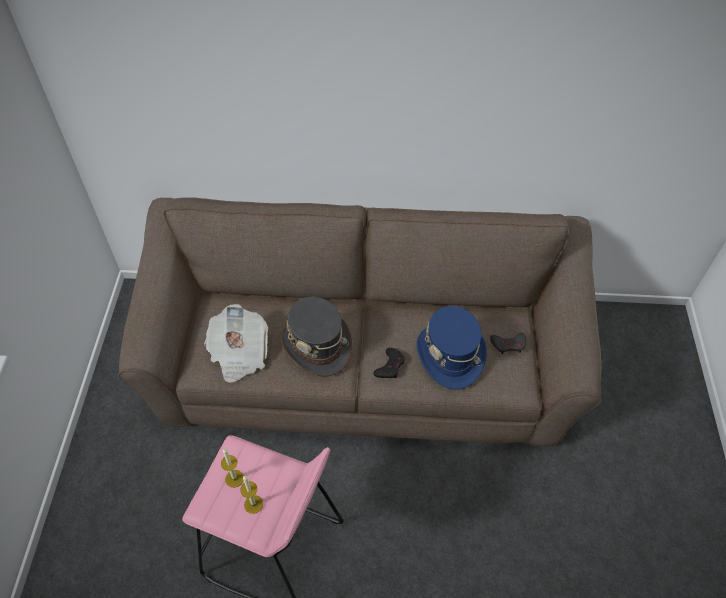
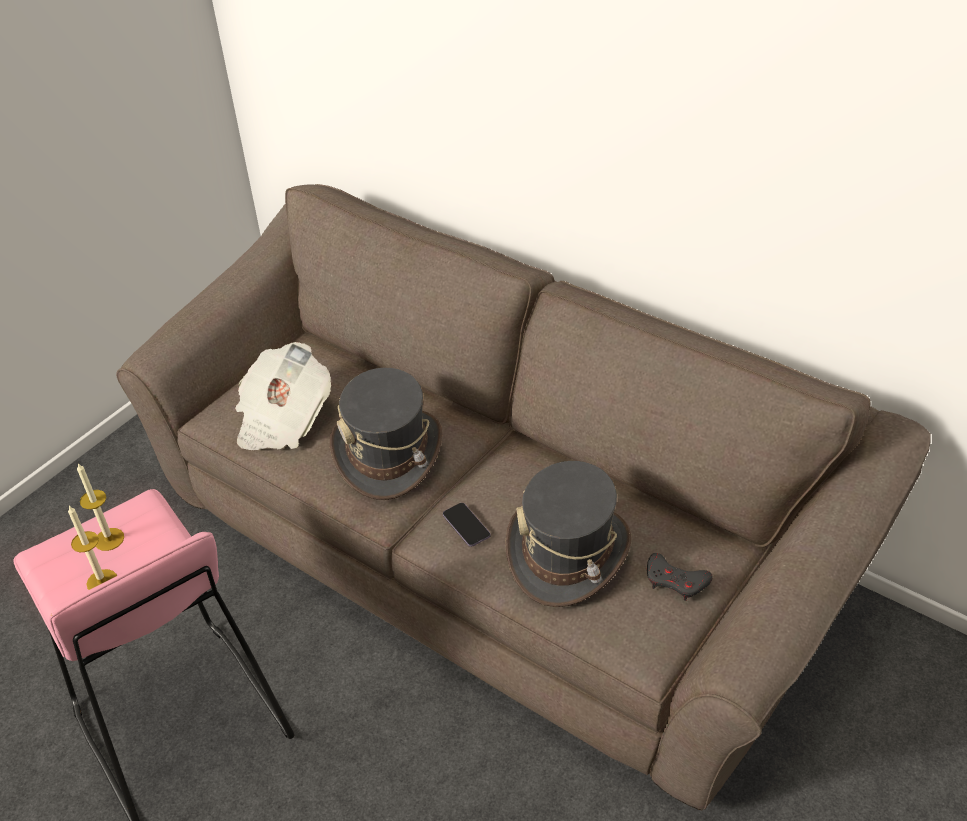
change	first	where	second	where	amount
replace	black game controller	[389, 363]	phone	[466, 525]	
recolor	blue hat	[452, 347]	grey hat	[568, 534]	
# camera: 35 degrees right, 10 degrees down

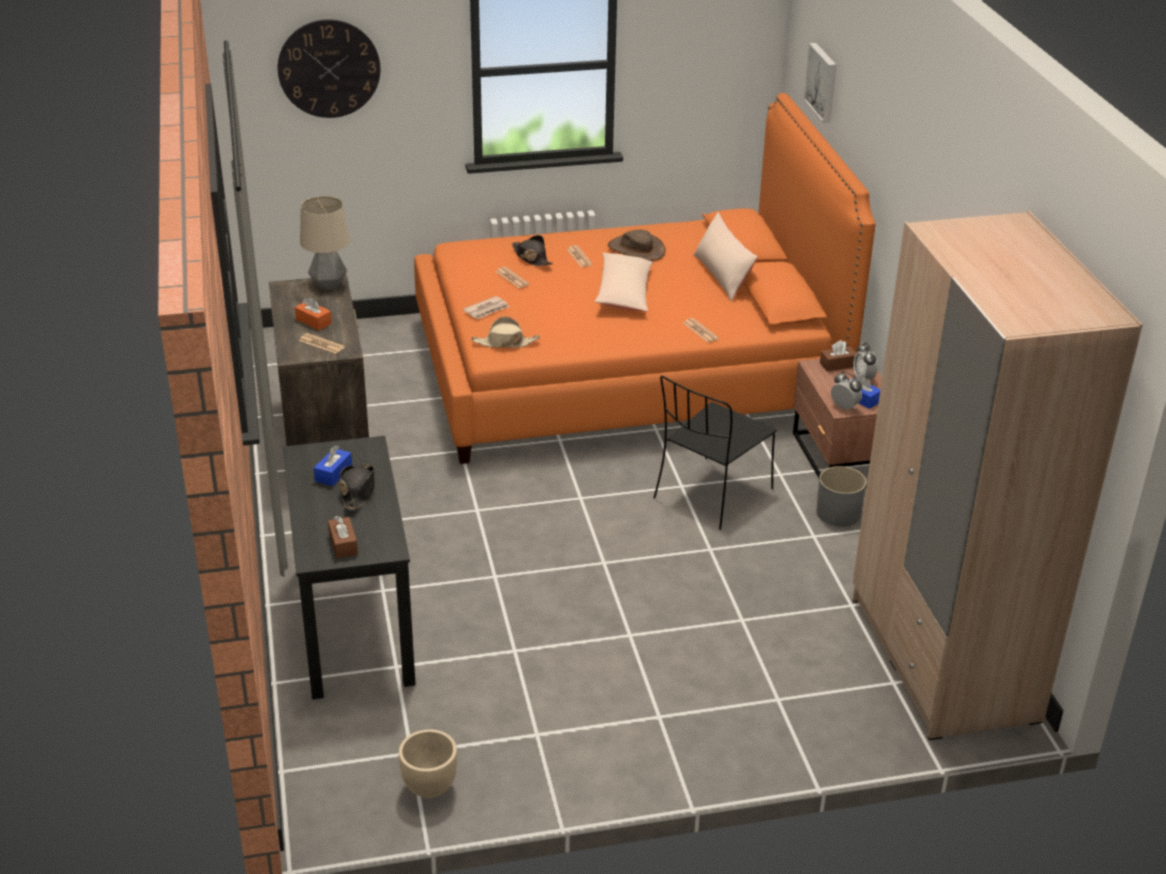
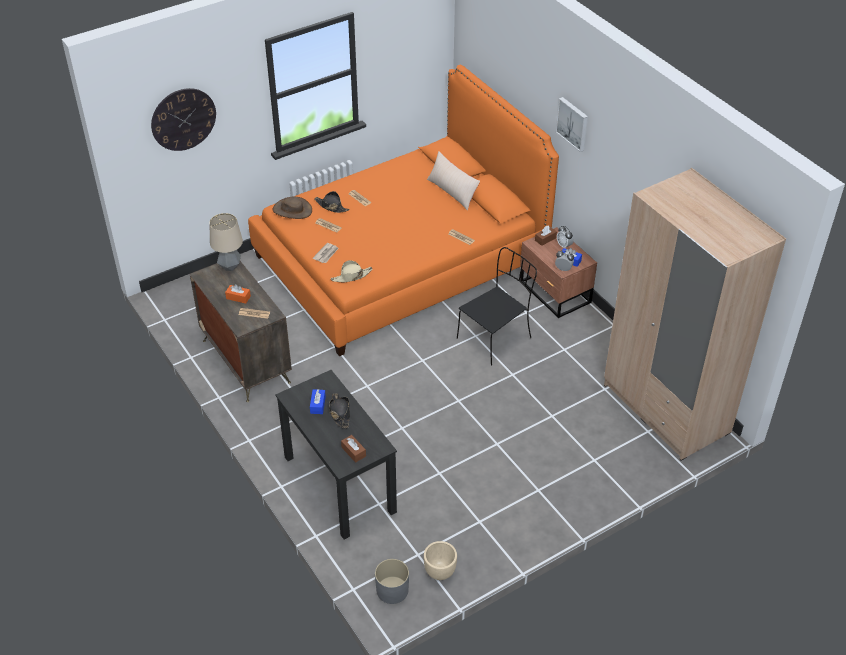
change	first	where	second	where	amount
delete	beige pillow	[624, 282]			
move	brown hat	[637, 245]		[292, 208]	
rotate	black chair	[715, 453]		[497, 306]	150 degrees counterclockwise
move	picture	[820, 83]		[572, 124]	
move	grey planter	[841, 496]		[392, 581]	
# camera: 20 degrees left, 10 degrees up

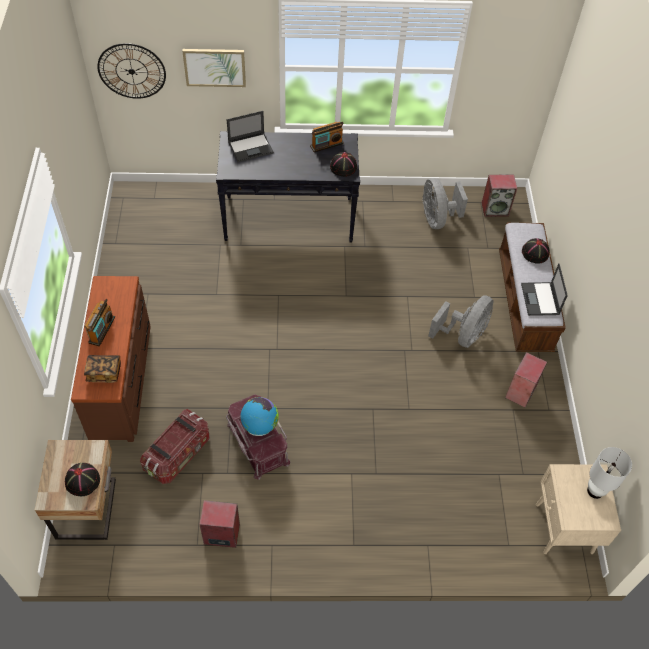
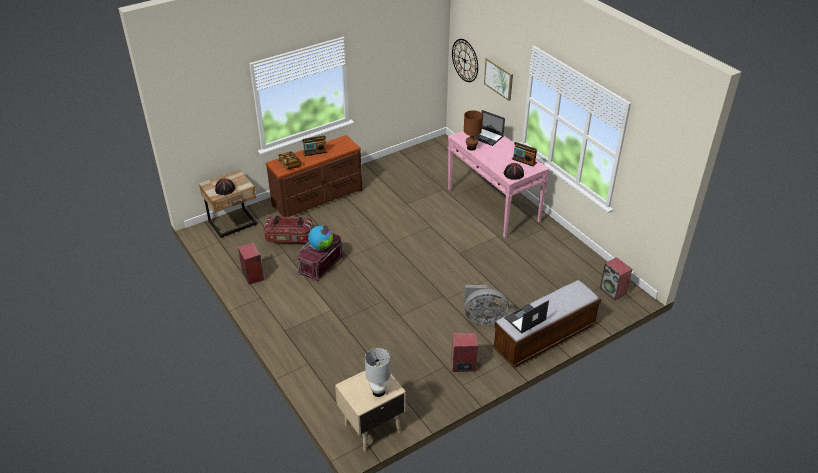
change	first	where	second	where	amount
recolor	black console table	[288, 187]	pink console table	[499, 184]	
delete	grey fan	[445, 203]			
delete	black hat	[536, 251]			
insert			brown table lamp	[473, 130]	
# camera: 60 degrees right, 15 degrees down

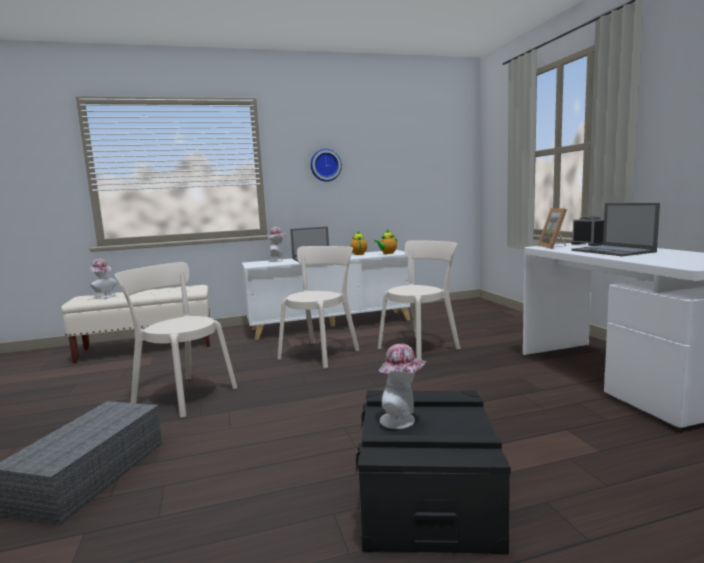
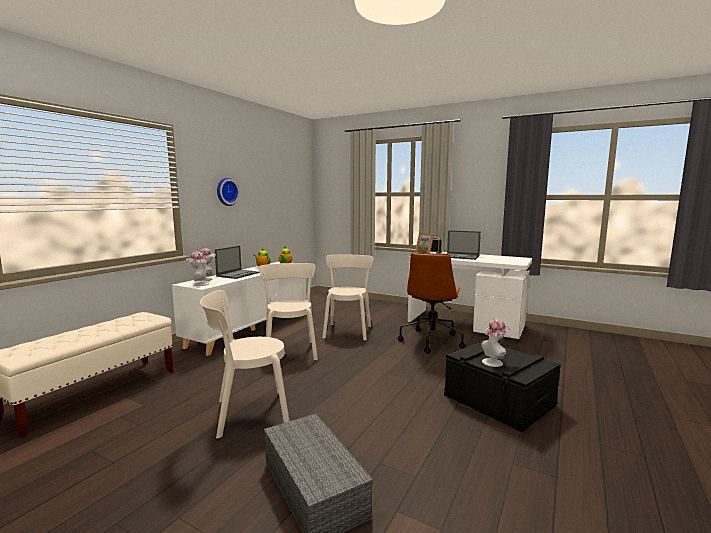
change	first	where	second	where	amount
move	hat	[103, 279]		[197, 269]	
insert			brown office chair	[432, 303]	
# camera: 45 degrees left, 0 degrees up

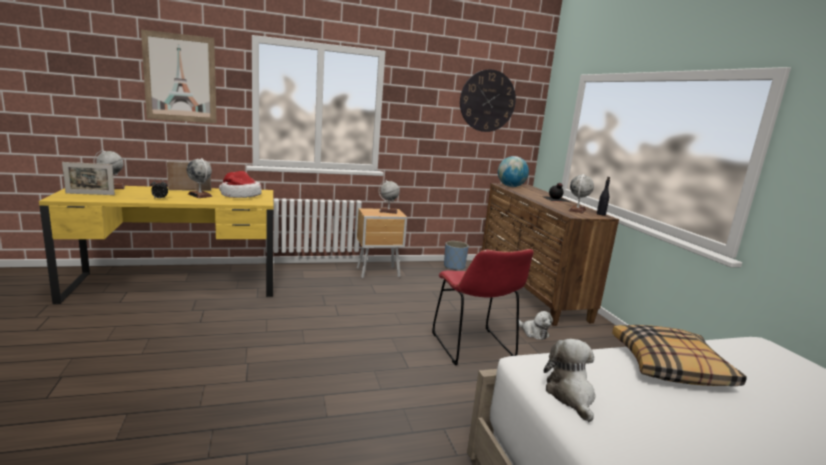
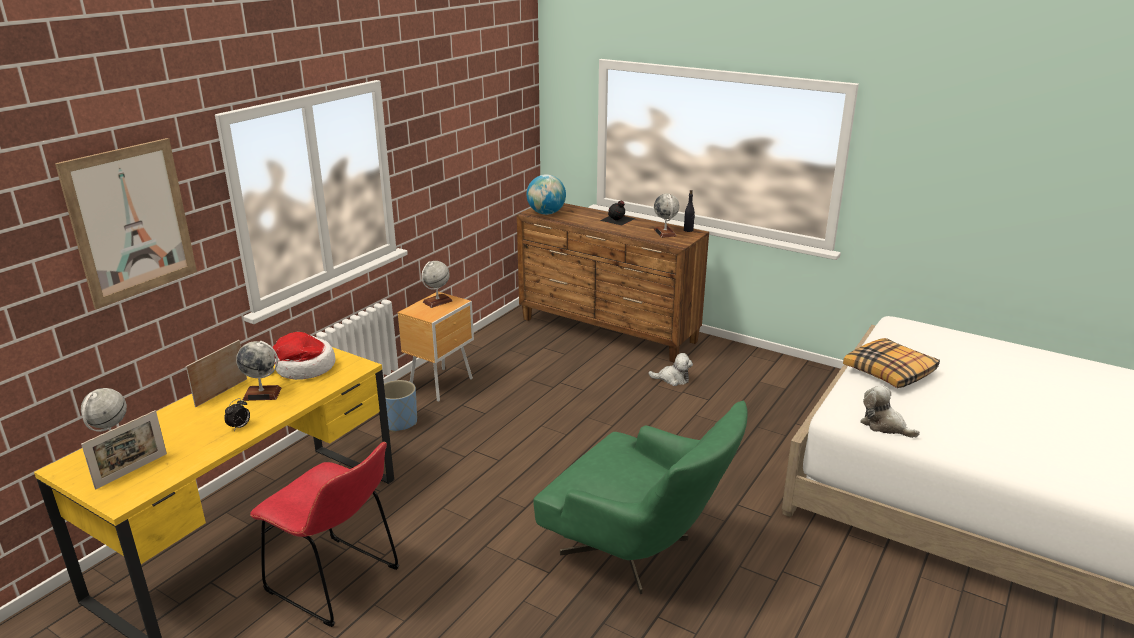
change	first	where	second	where	amount
move	red chair	[483, 307]		[324, 534]	
move	blue planter	[456, 255]		[400, 406]	
delete	wall clock	[488, 100]			
insert			green armchair	[640, 497]	
# camera: 40 degrees left, 10 degrees up

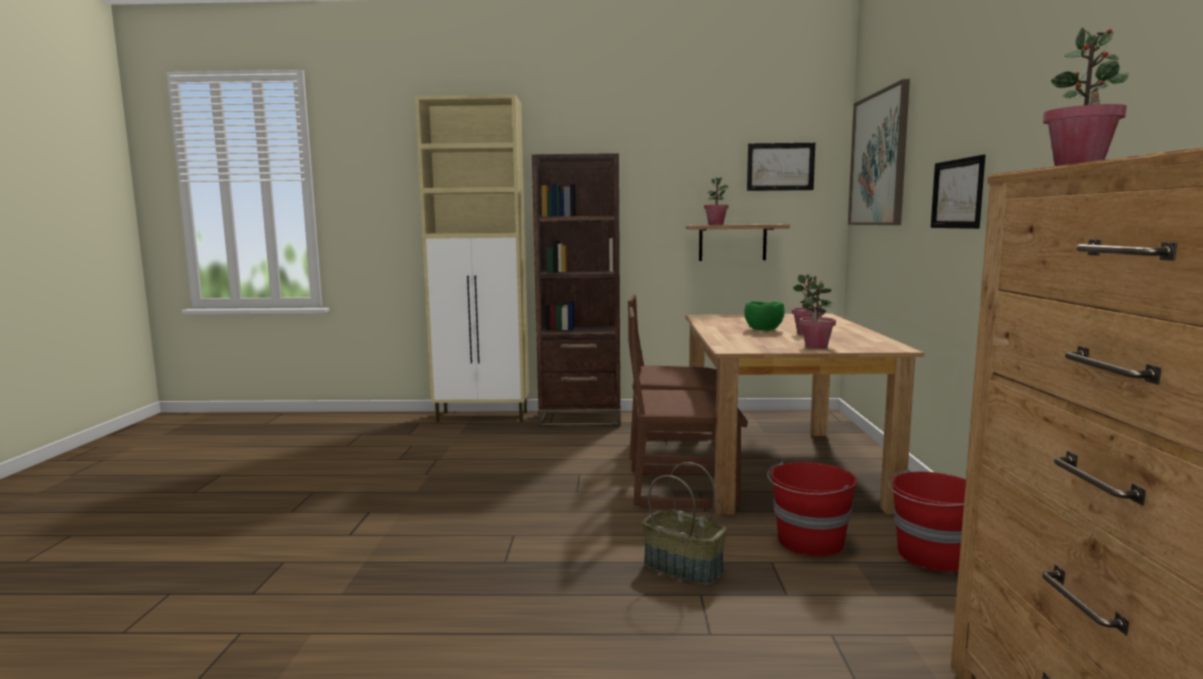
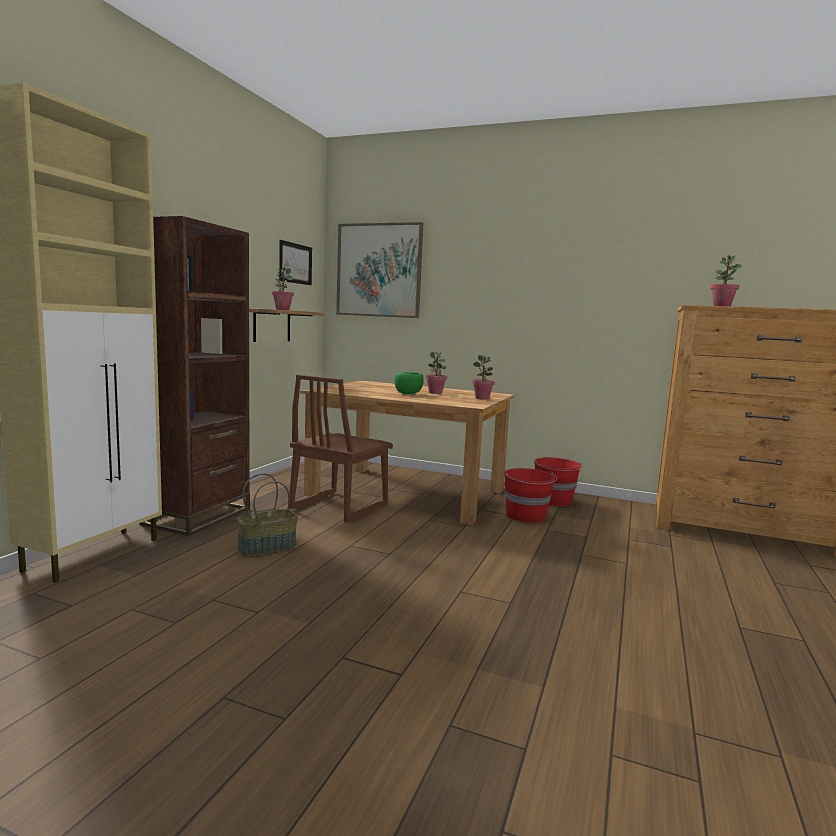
change	first	where	second	where	amount
delete	brown chair	[688, 408]			
move	basket	[684, 523]		[267, 515]	
delete	picture	[958, 192]			
# camera: 70 degrees left, 0 degrees up

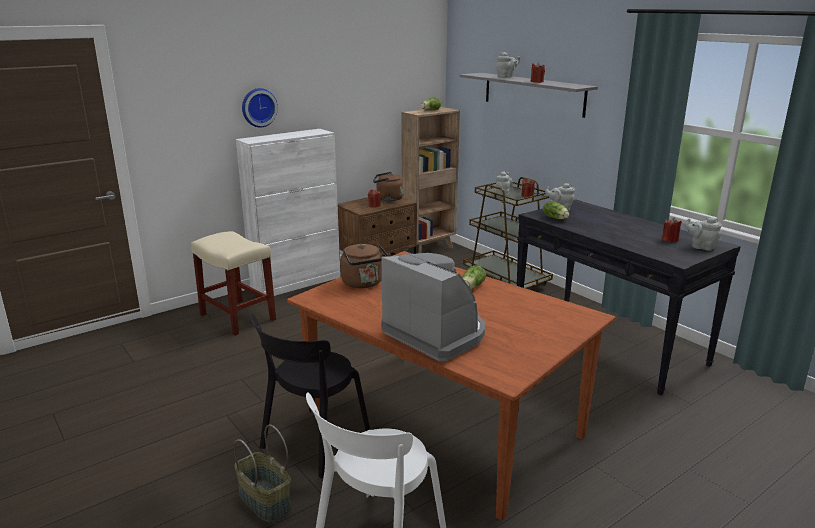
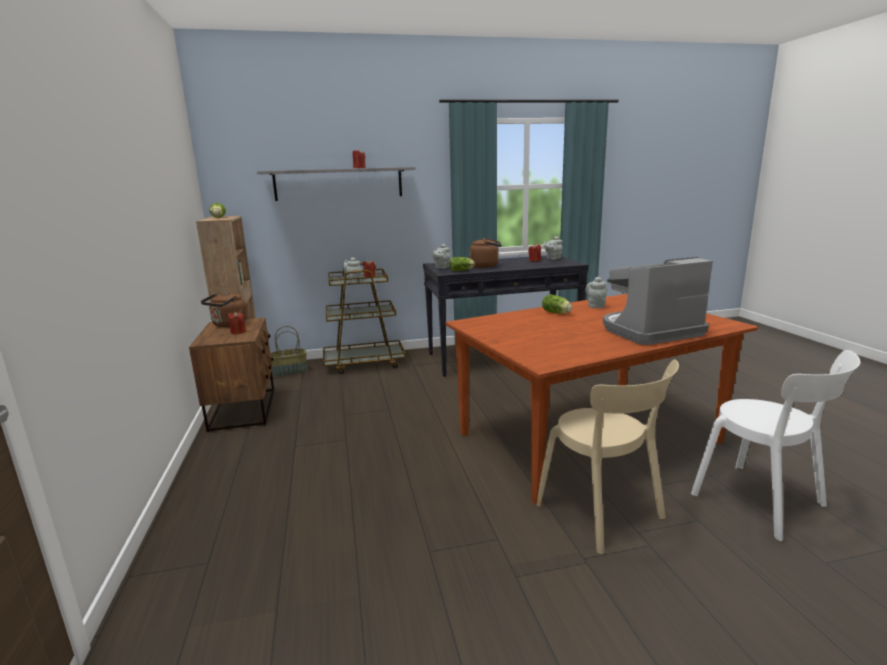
change	first	where	second	where	amount
delete	beige stool	[233, 283]			
move	basket	[263, 473]		[289, 351]	
delete	white cabinet	[288, 212]			
delete	wall clock	[260, 107]			
recolor	black chair	[310, 396]	beige chair	[607, 457]	
move	brown kettle	[365, 266]		[485, 253]	
move	grey teapot	[508, 65]		[596, 292]	
# camera: 65 degrees left, 5 degrees down

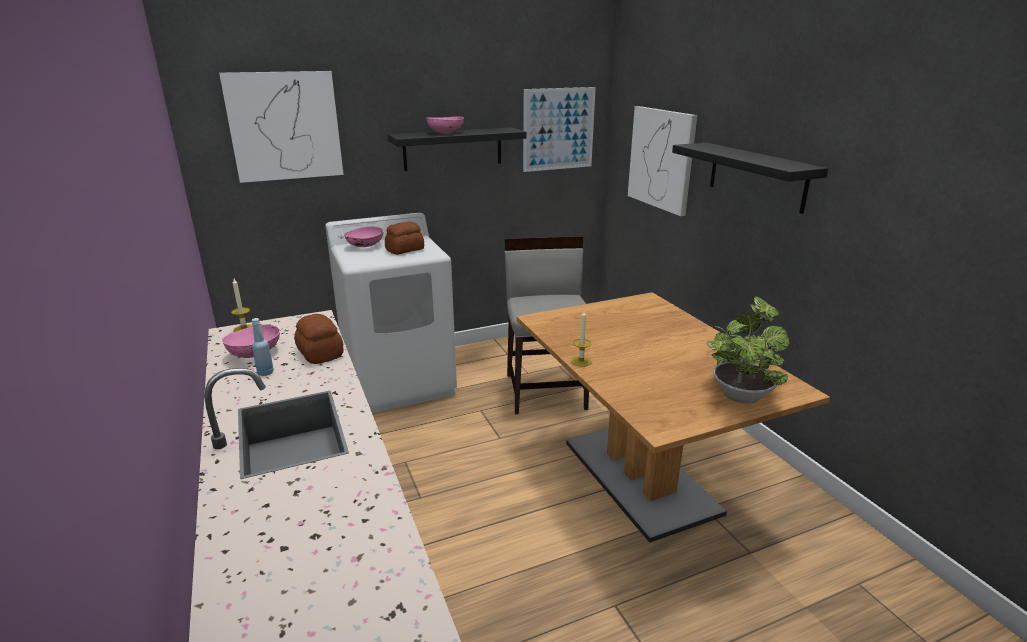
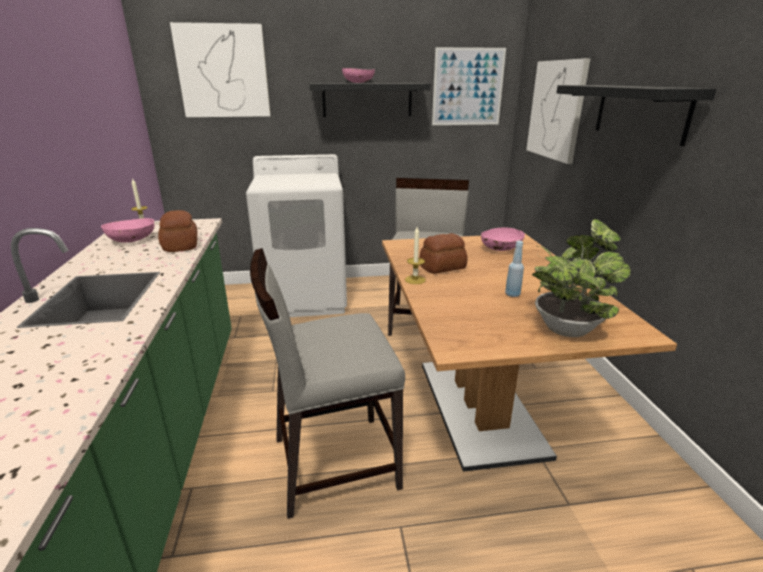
change	first	where	second	where	amount
move	blue bottle	[263, 347]		[514, 269]	
move	pink bowl	[364, 236]		[503, 239]	
move	bread	[404, 238]		[443, 253]	
insert			grey chair	[327, 383]	
# camera: 15 degrees right, 0 degrees up

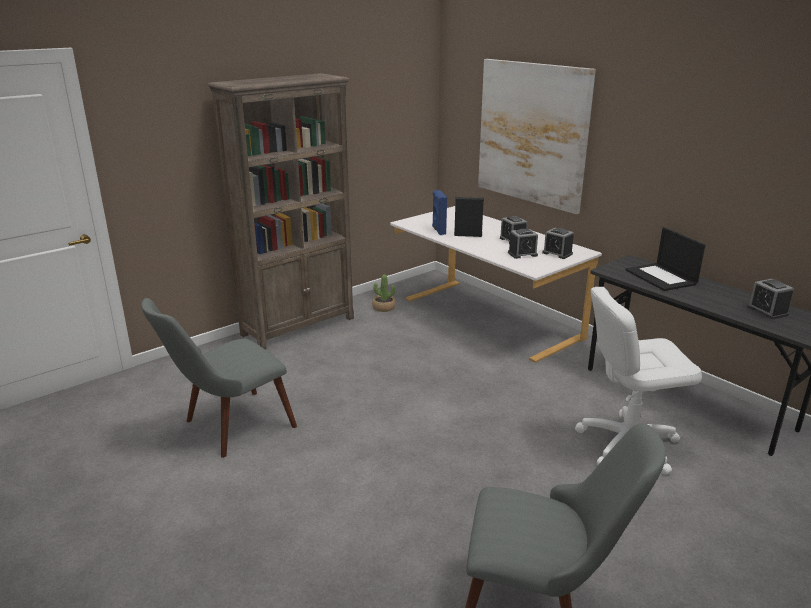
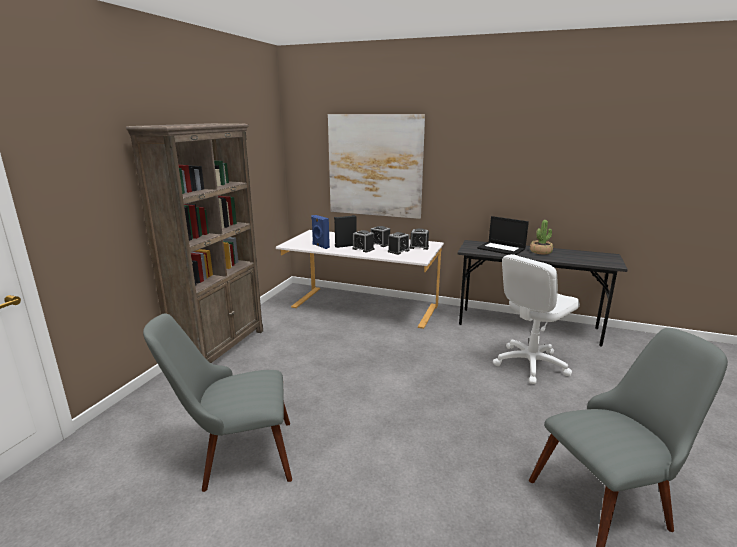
change	first	where	second	where	amount
rotate	grey chair	[219, 378]		[217, 402]	60 degrees clockwise
move	potted plant	[384, 293]		[541, 237]	
move	alarm clock	[770, 299]		[363, 241]	
# camera: 30 degrees left, 5 degrees down

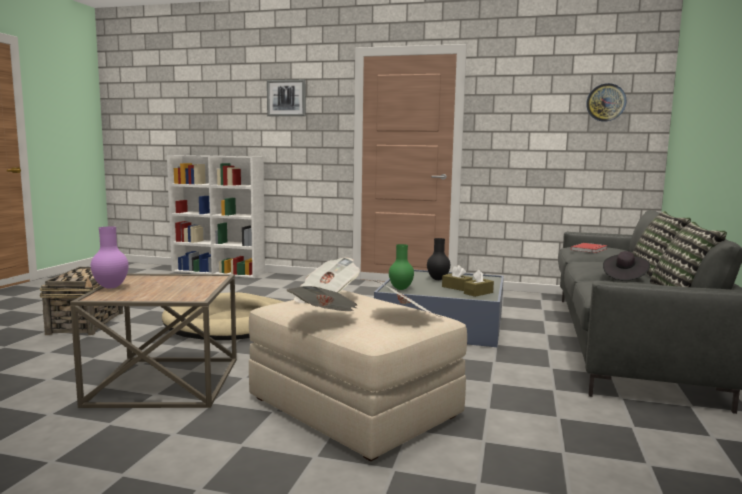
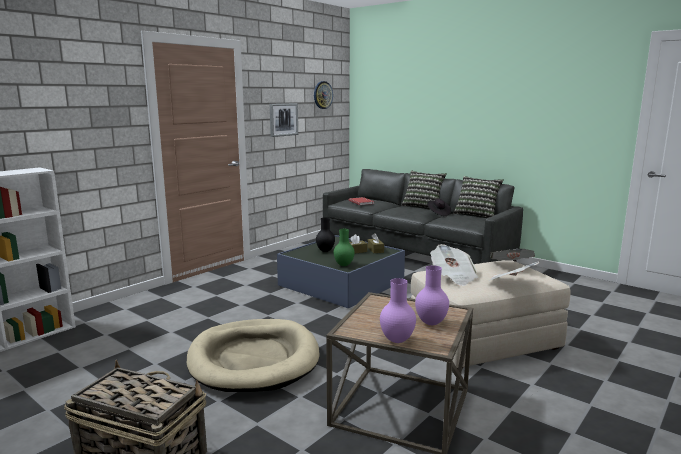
change	first	where	second	where	amount
move	picture	[286, 98]		[284, 120]	
insert			purple vase	[432, 295]	
# camera: 65 degrees left, 5 degrees up

